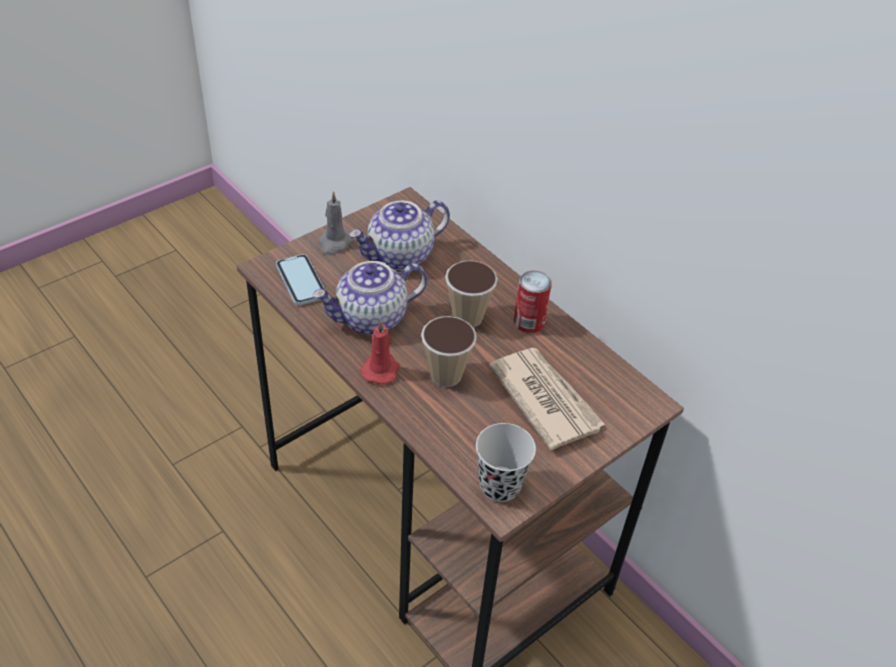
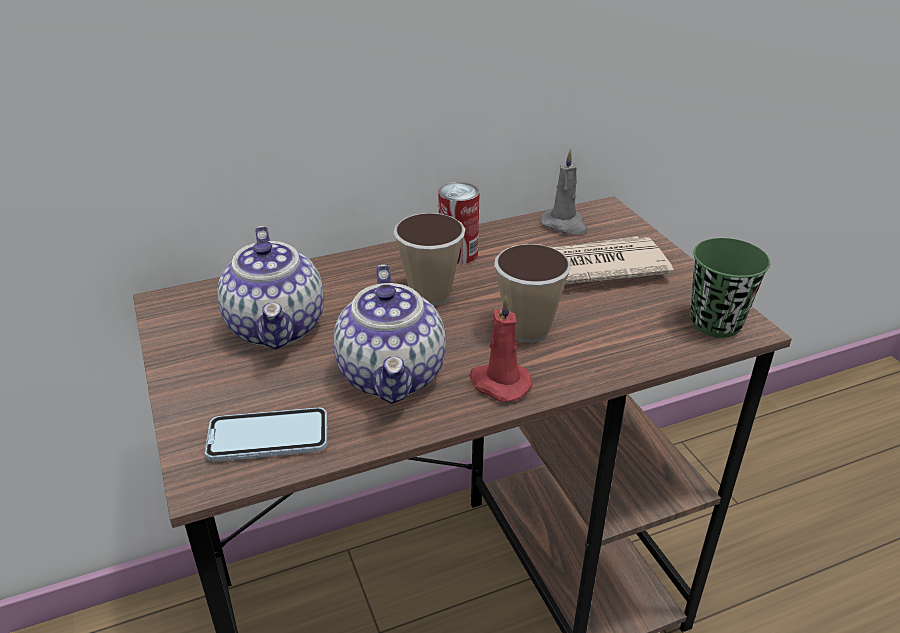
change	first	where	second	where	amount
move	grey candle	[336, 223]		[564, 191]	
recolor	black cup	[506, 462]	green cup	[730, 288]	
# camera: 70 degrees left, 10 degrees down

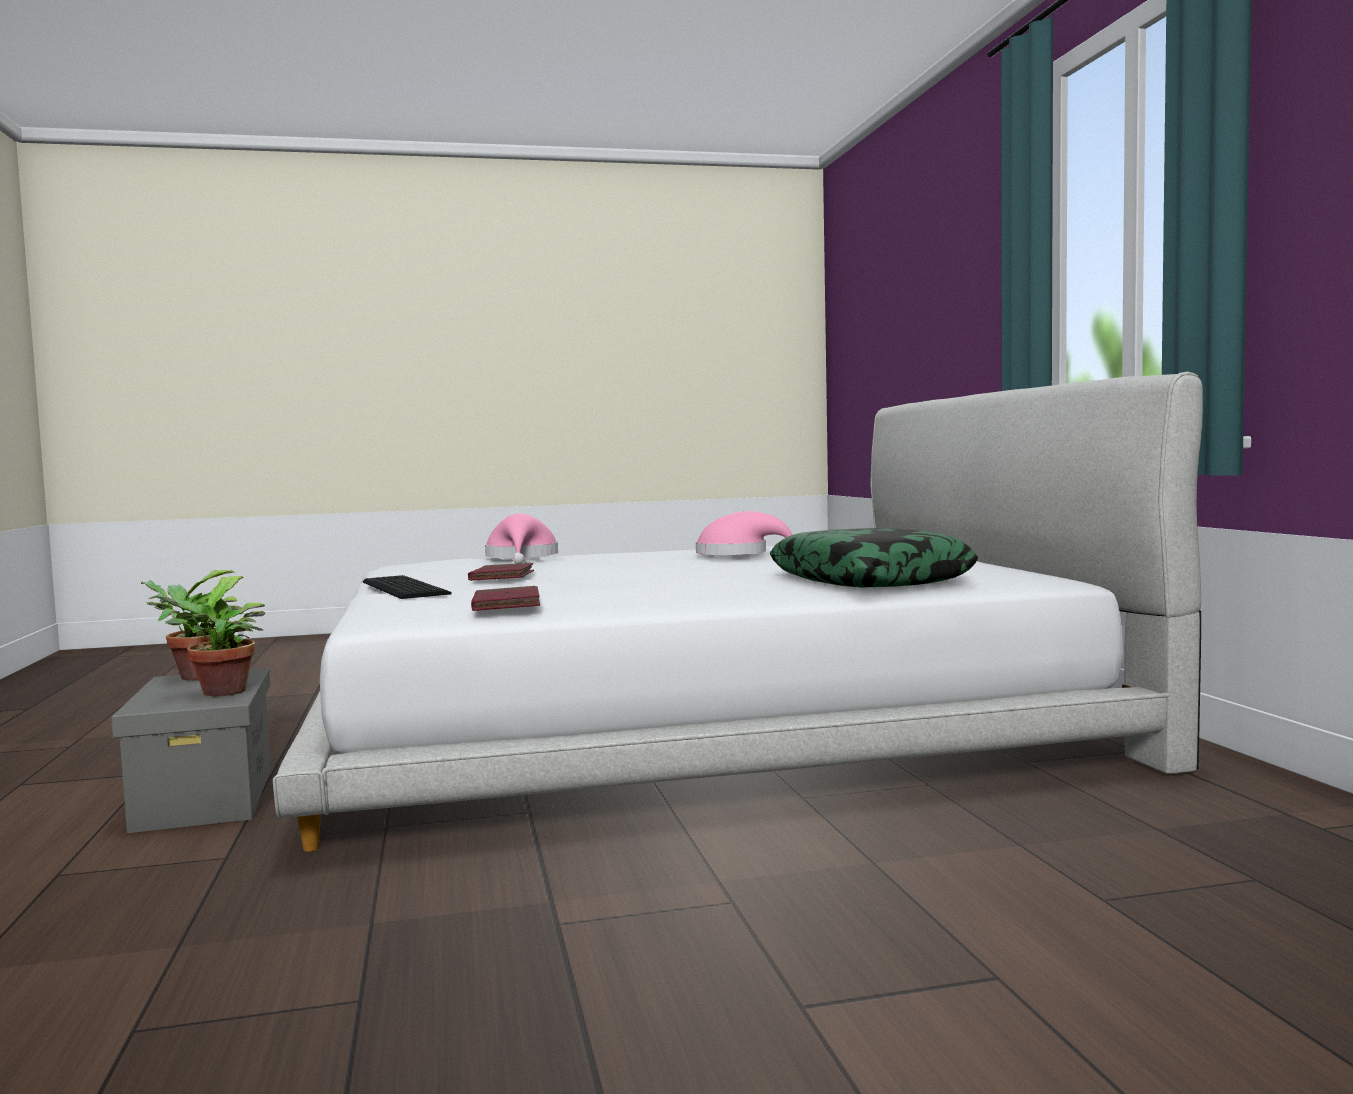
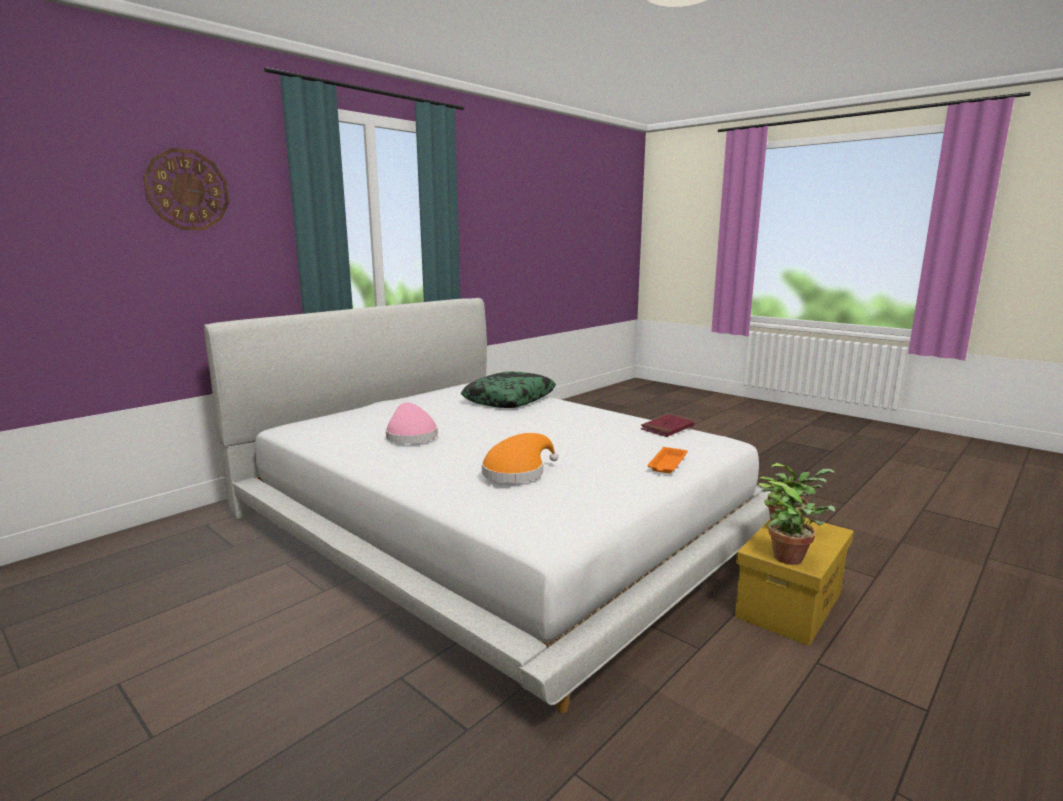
change	first	where	second	where	amount
recolor	grey storage box	[191, 750]	yellow storage box	[794, 581]	
replace	keyboard	[407, 587]	orange tray	[668, 460]	
delete	red book	[501, 572]			
recolor	pink hat	[521, 539]	orange hat	[520, 458]	
insert			wall clock	[186, 189]	
# camera: 125 degrees left, 10 degrees up

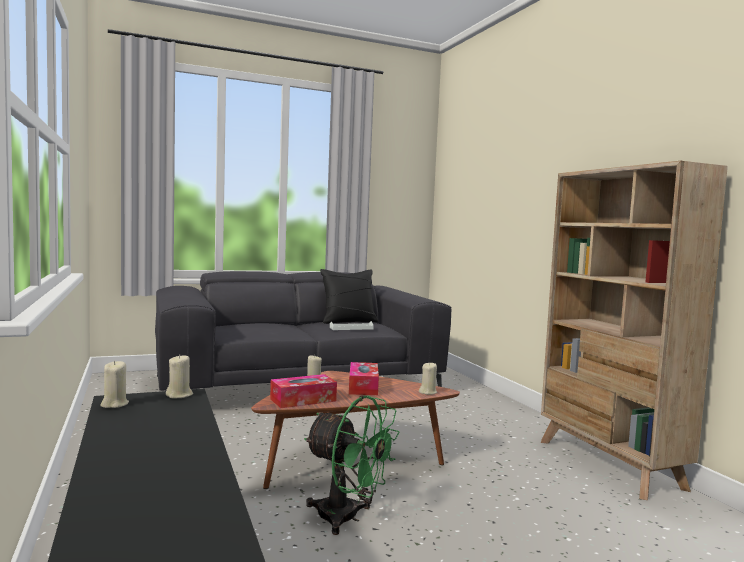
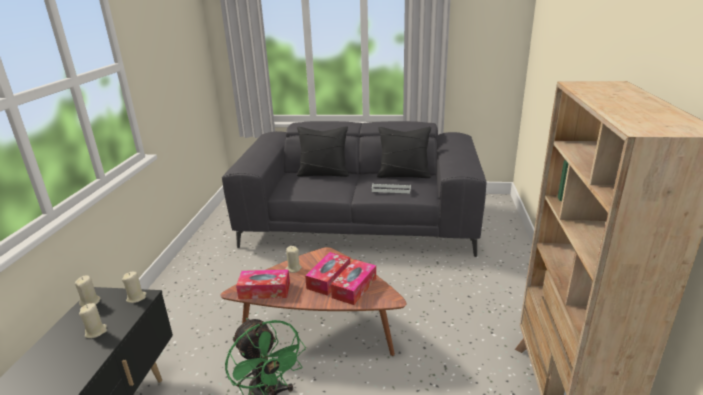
change	first	where	second	where	amount
move	beige candle	[428, 378]		[93, 320]	
insert			black pillow	[323, 151]	
insert			tissue box	[353, 282]	
# camera: 30 degrees right, 20 degrees up

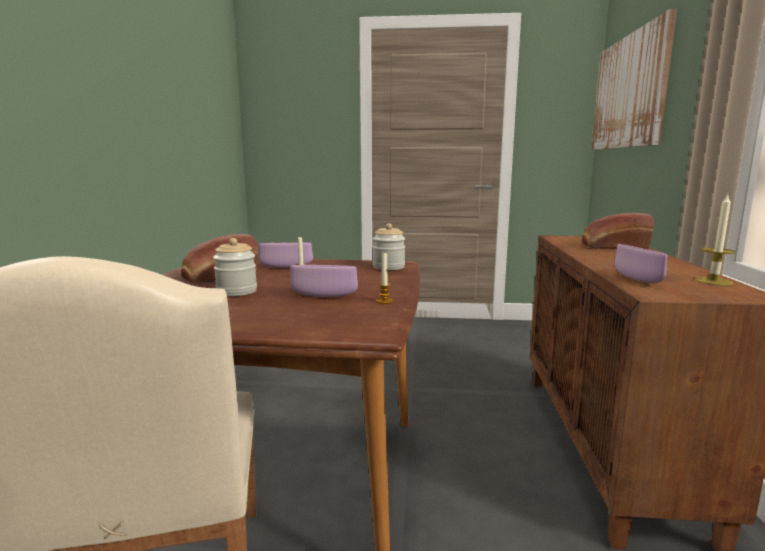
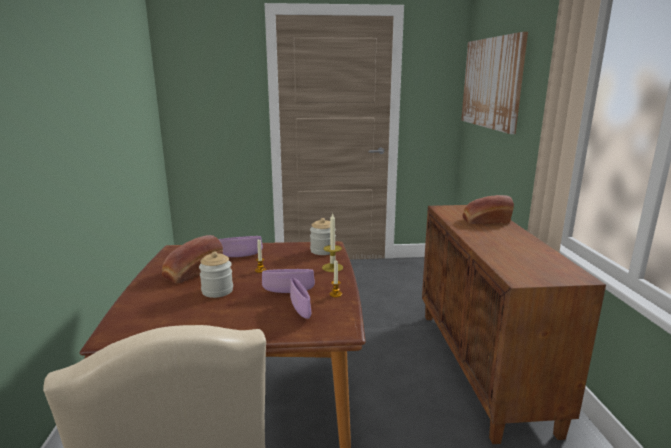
change	first	where	second	where	amount
move	purple bowl	[641, 263]		[300, 298]	
move	candle	[715, 240]		[332, 242]	
# camera: 10 degrees left, 5 degrees up

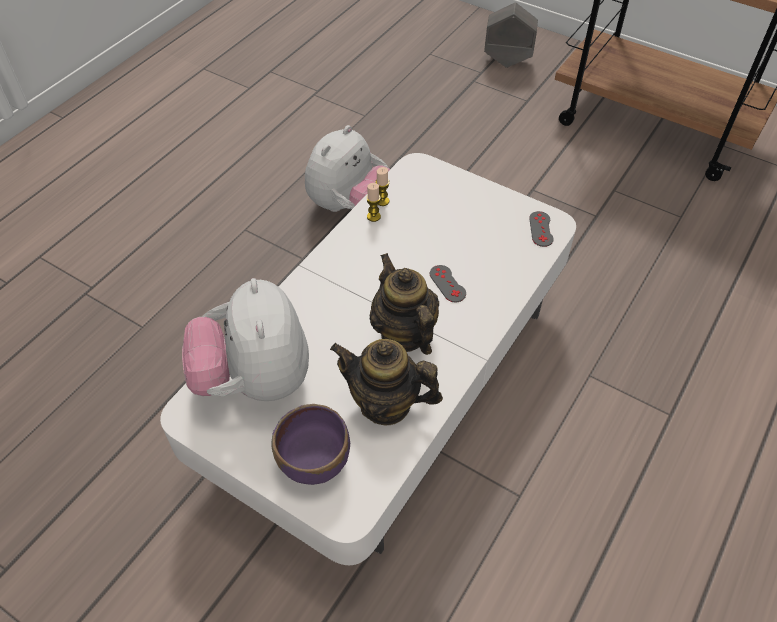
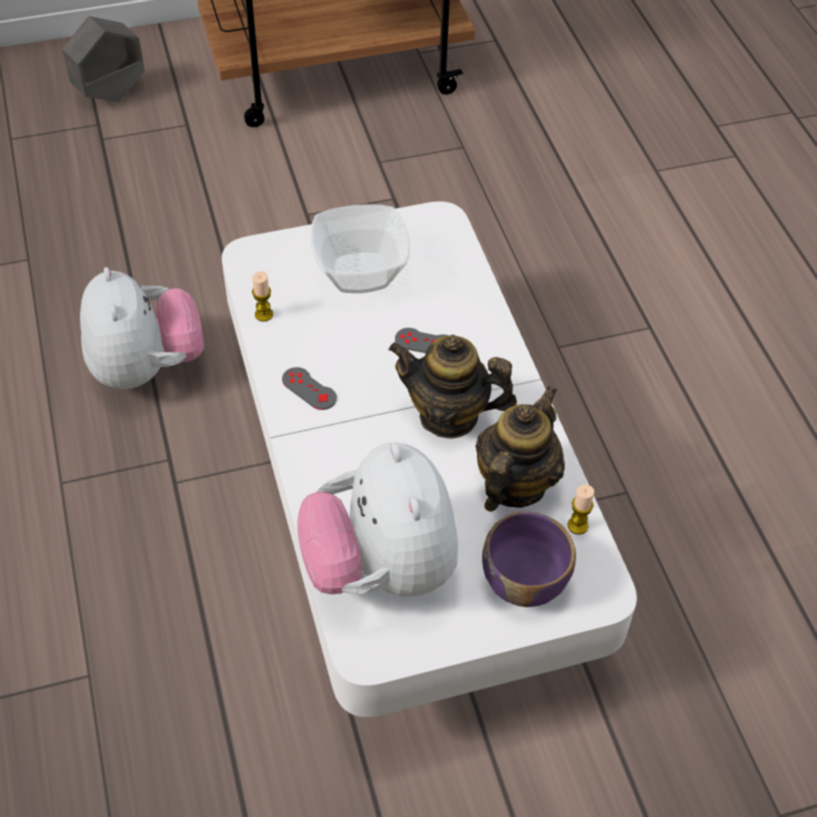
change	first	where	second	where	amount
rotate	plush toy	[245, 339]		[377, 520]	45 degrees clockwise
rotate	teapot	[386, 382]		[520, 448]	150 degrees clockwise
move	candle	[373, 202]		[581, 510]	
move	grey game controller	[541, 229]		[309, 388]	
insert			bowl	[360, 248]	
# camera: 50 degrees left, 0 degrees up

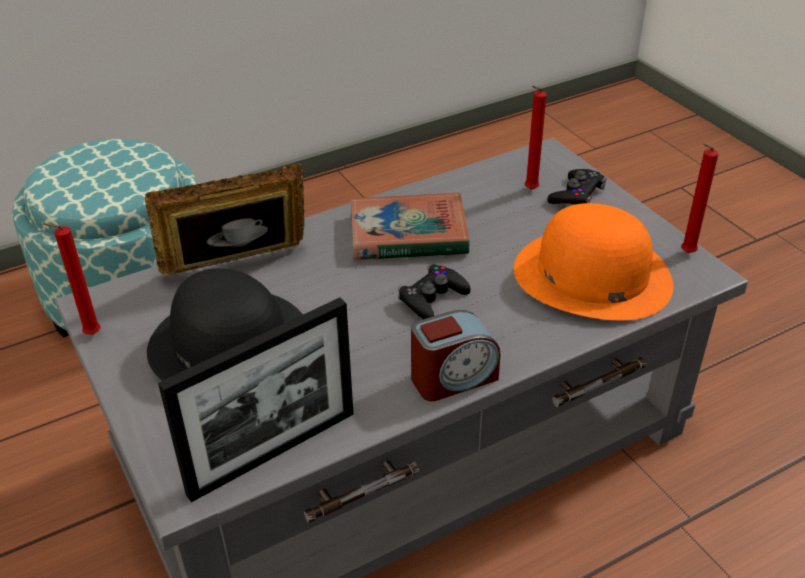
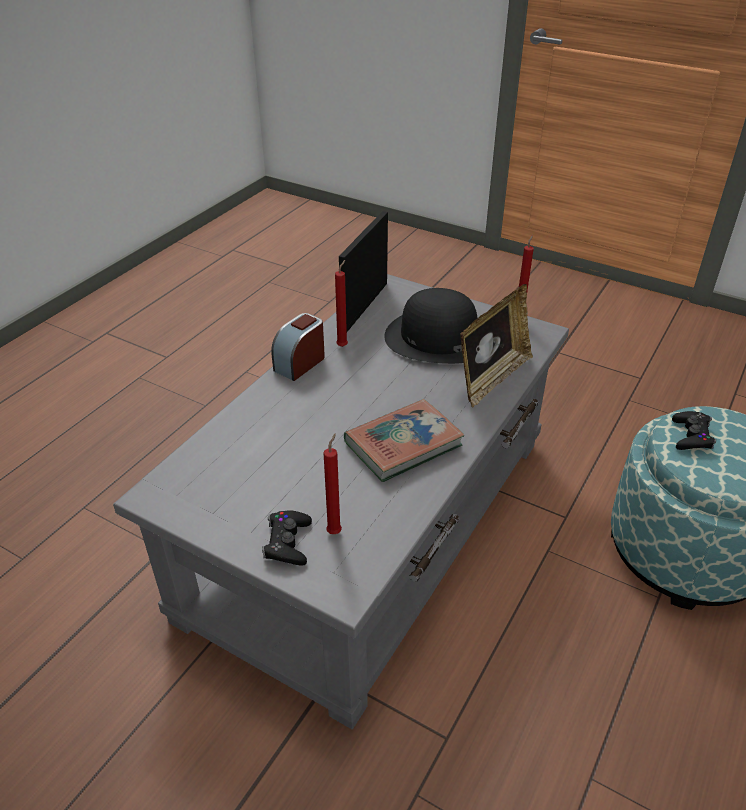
change	first	where	second	where	amount
move	black game controller	[434, 291]		[694, 430]	
delete	orange hat	[593, 261]			
move	red candle	[700, 198]		[341, 303]	
# camera: 150 degrees right, 0 degrees up

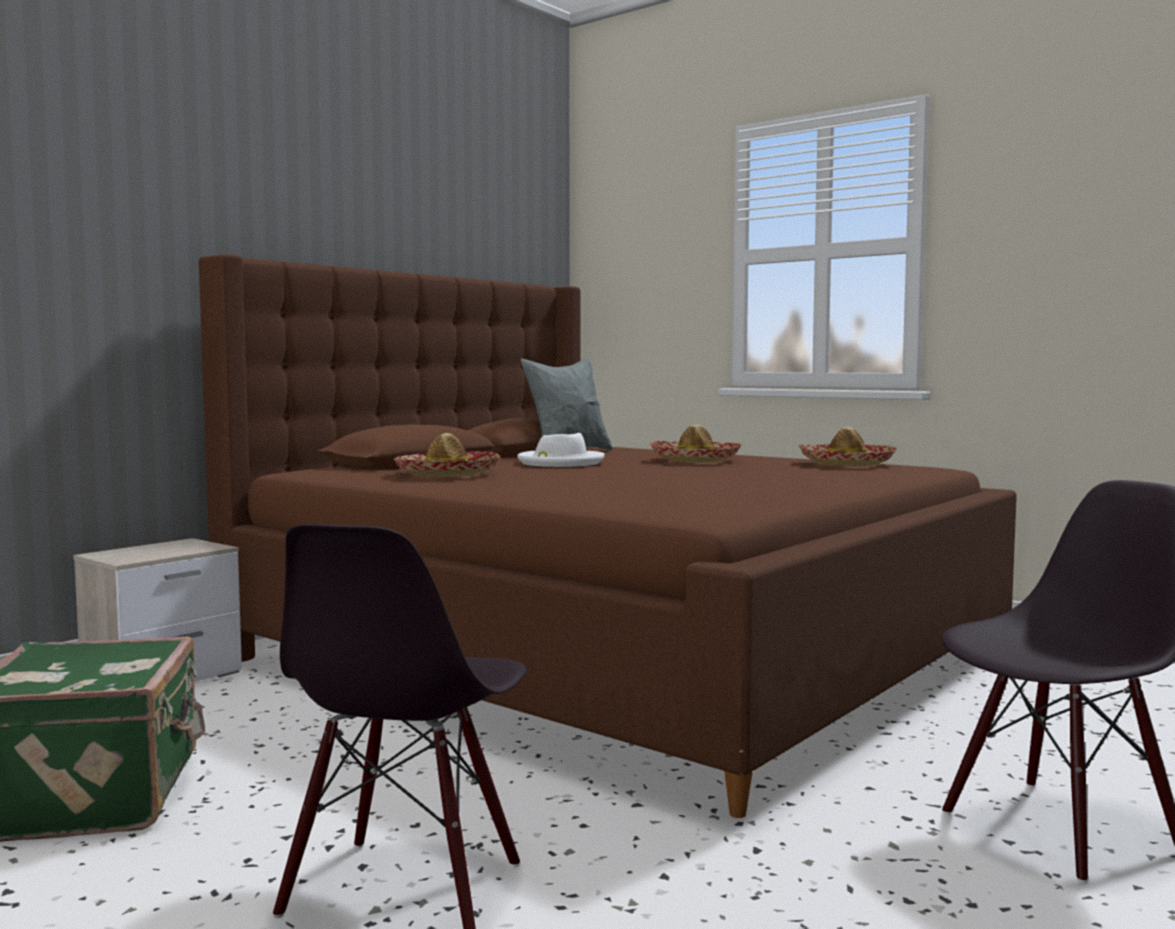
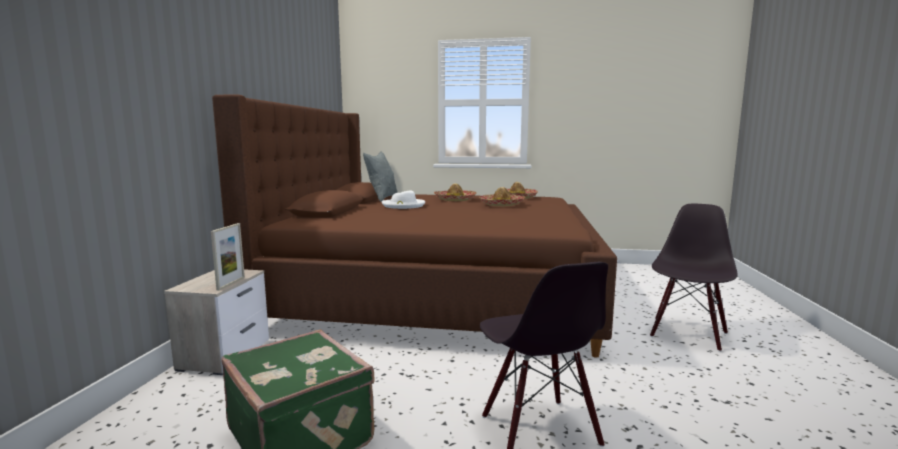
change	first	where	second	where	amount
move	hat	[447, 455]		[502, 196]	
insert			picture frame	[228, 257]	
# camera: 30 degrees left, 5 degrees up

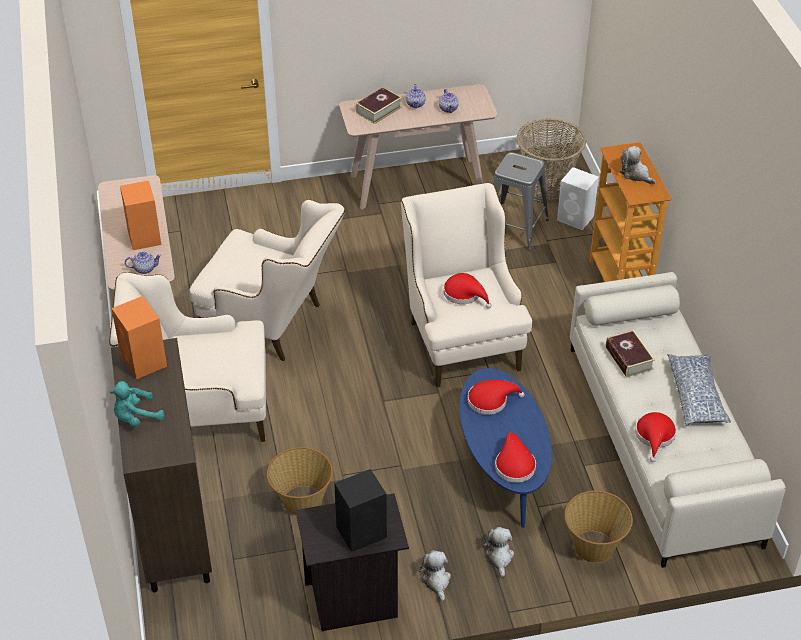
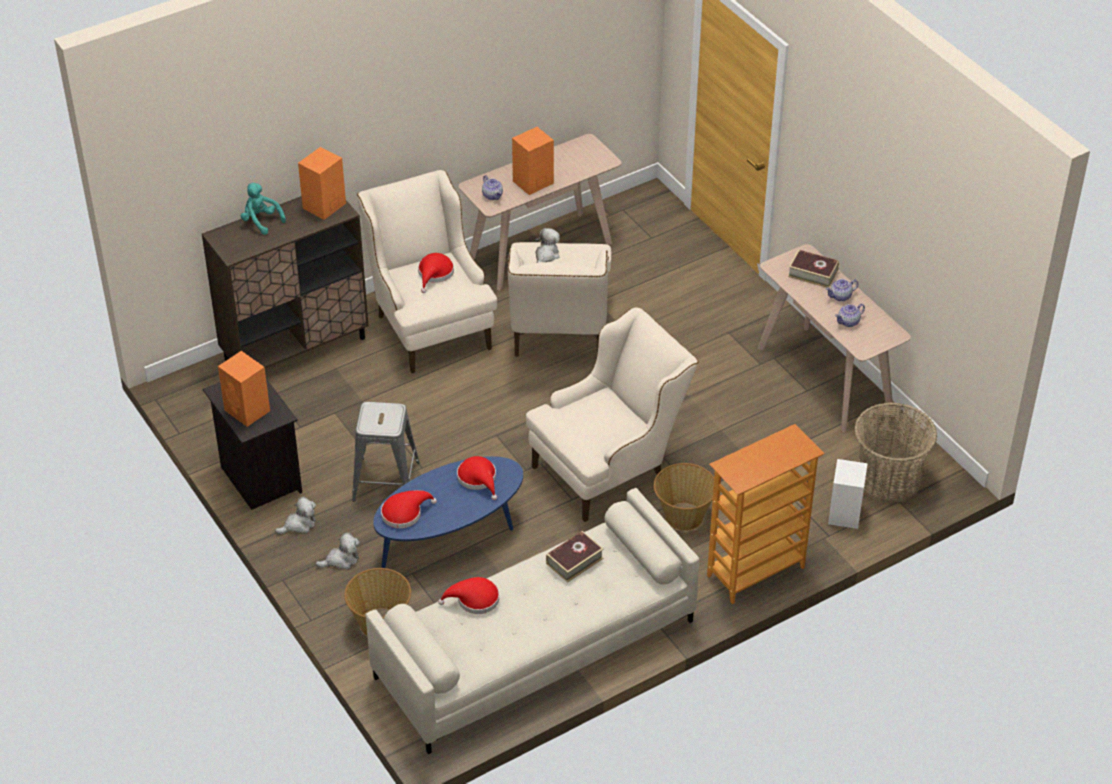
change	first	where	second	where	amount
move	basket	[300, 481]		[684, 497]	
recolor	black speaker	[360, 510]	orange speaker	[244, 389]	
move	red hat	[467, 291]		[436, 273]	
move	grey stool	[521, 201]		[386, 451]	
move	plush toy	[637, 165]		[547, 245]	
delete	pillow	[699, 390]			
# camera: 70 degrees right, 0 degrees up

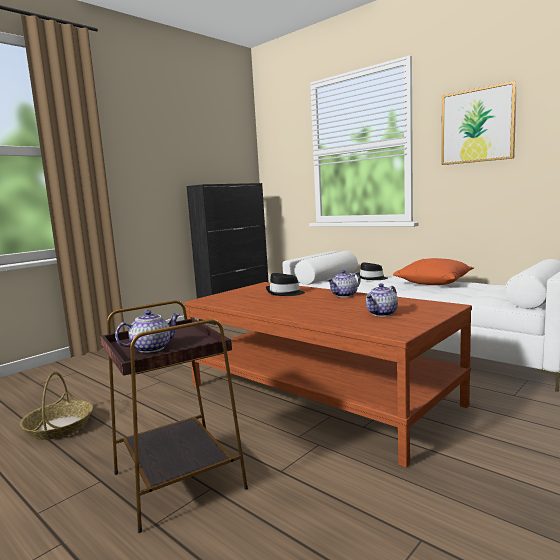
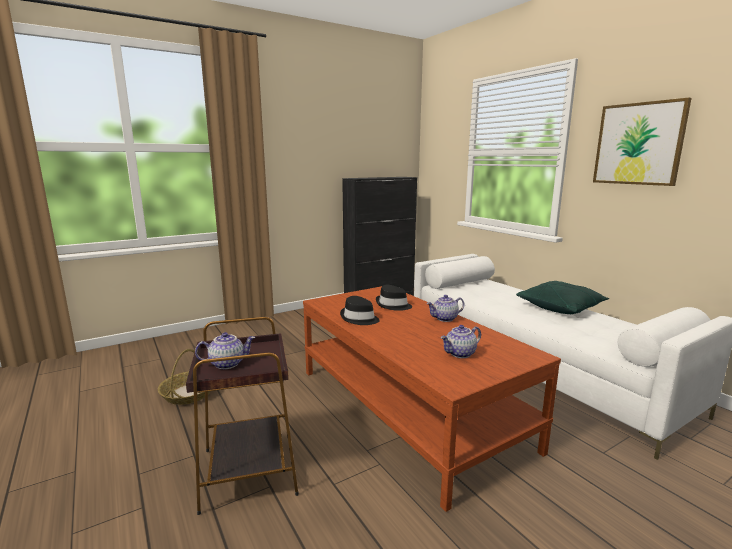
change	first	where	second	where	amount
move	black hat	[373, 271]		[360, 310]	
recolor	orange pillow	[433, 271]	green pillow	[562, 297]	
# camera: 15 degrees right, 5 degrees up

